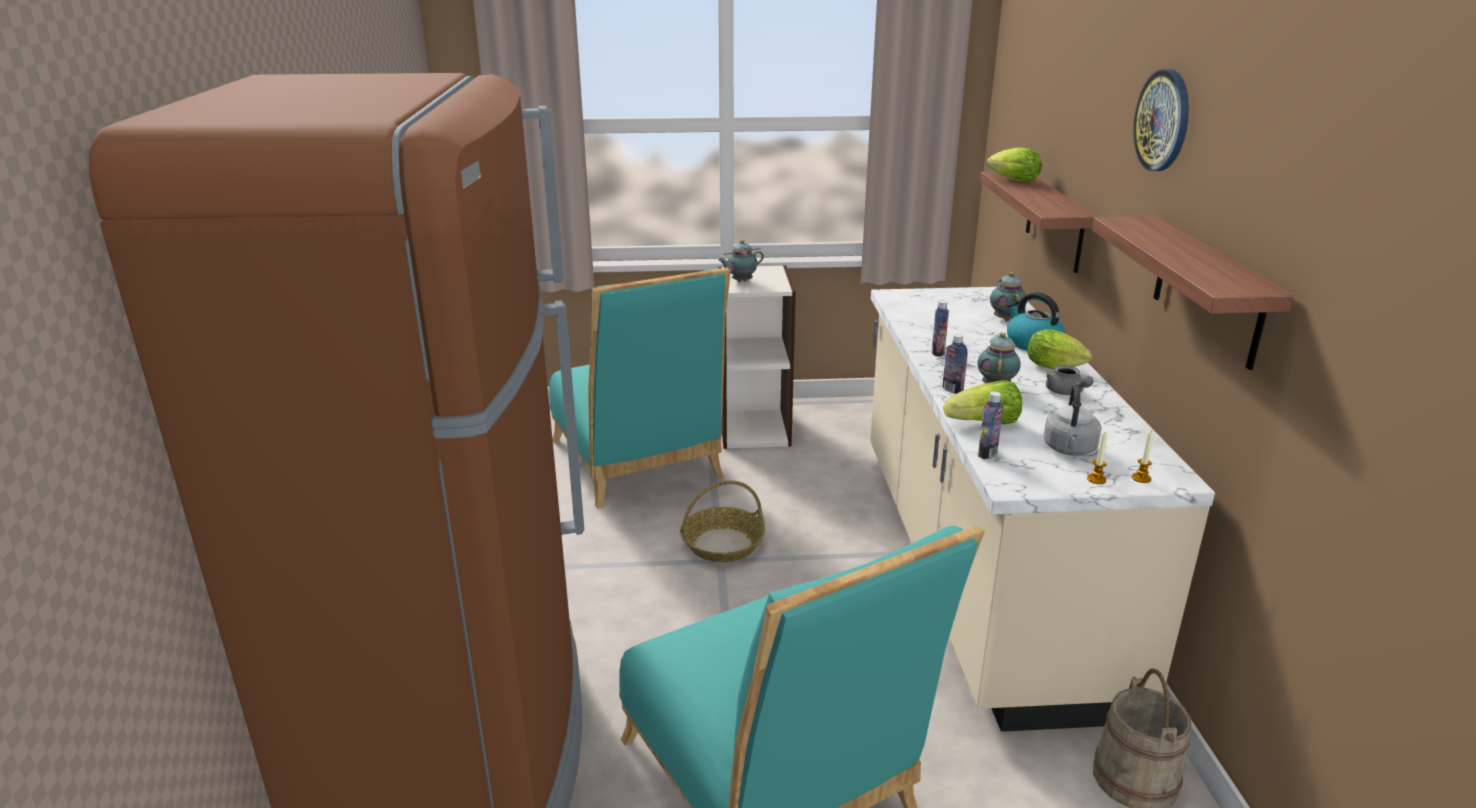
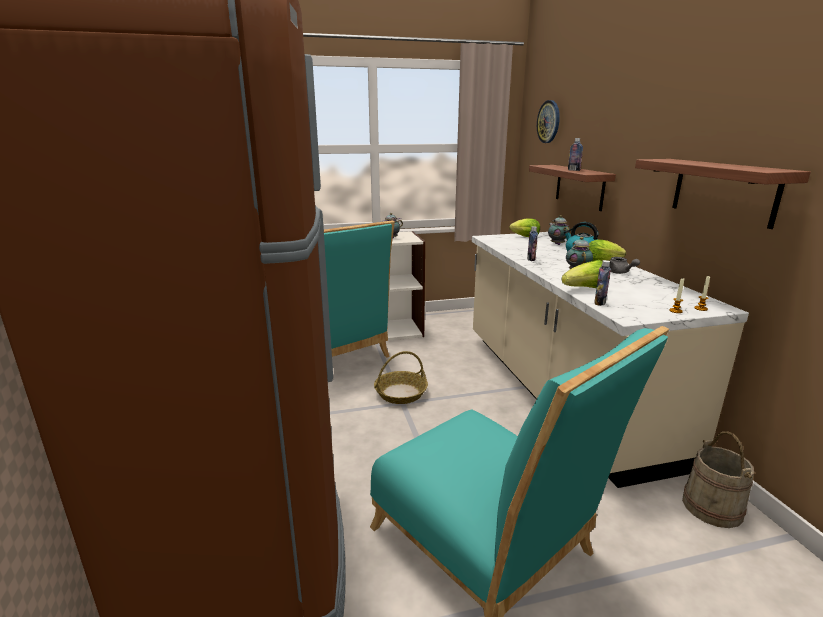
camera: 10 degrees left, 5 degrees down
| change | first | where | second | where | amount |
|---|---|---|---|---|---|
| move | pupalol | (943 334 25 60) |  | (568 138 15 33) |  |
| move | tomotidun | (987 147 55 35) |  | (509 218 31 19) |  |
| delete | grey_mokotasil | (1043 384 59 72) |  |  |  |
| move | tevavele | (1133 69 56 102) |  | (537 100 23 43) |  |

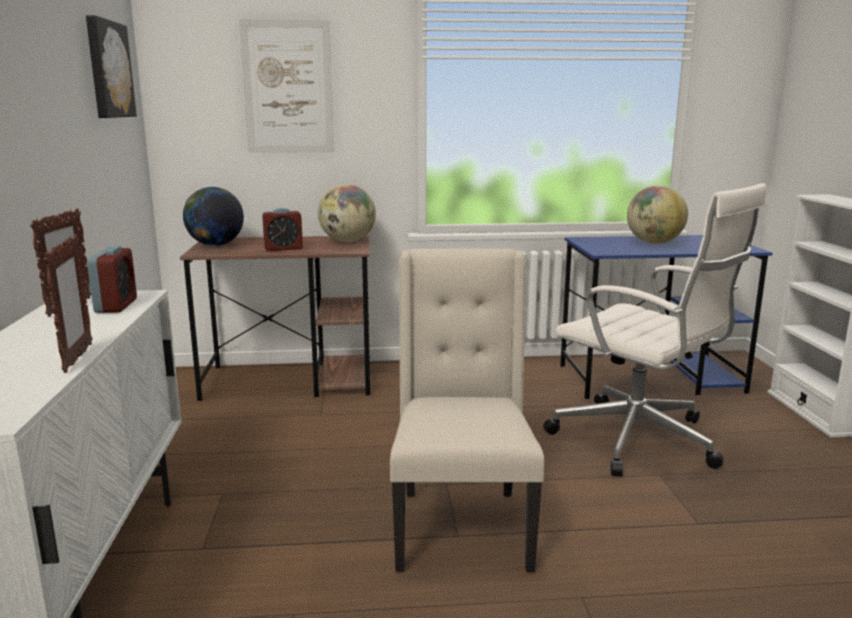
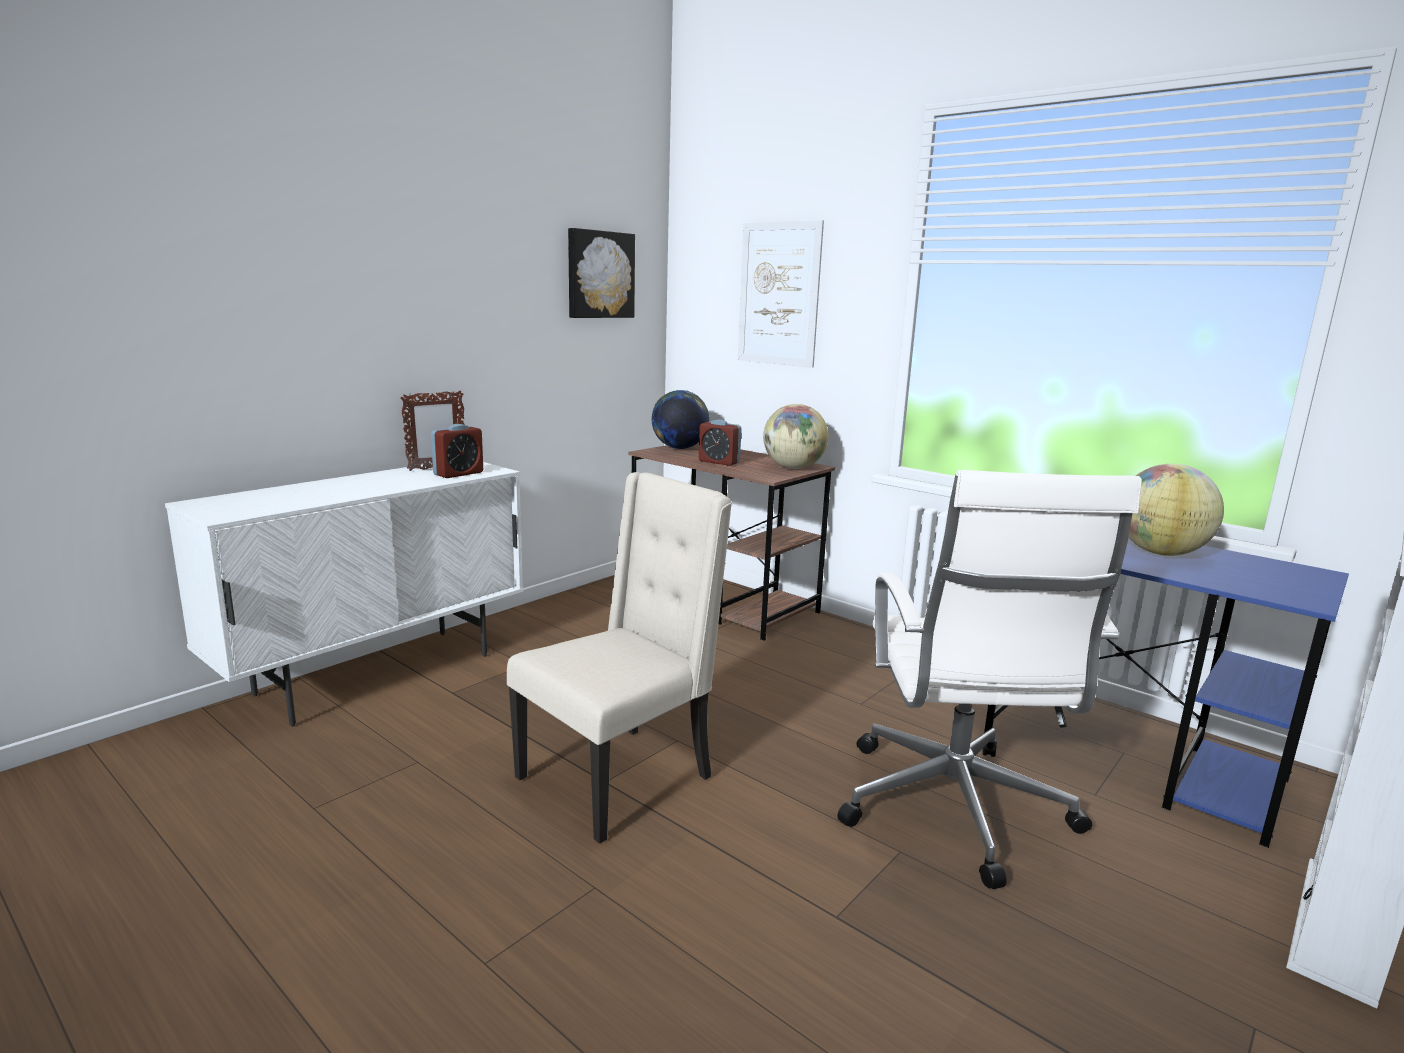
camera: 45 degrees right, 0 degrees up
| change | first | where | second | where | amount |
|---|---|---|---|---|---|
| delete | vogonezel | (44 234 48 139) |  |  |  |

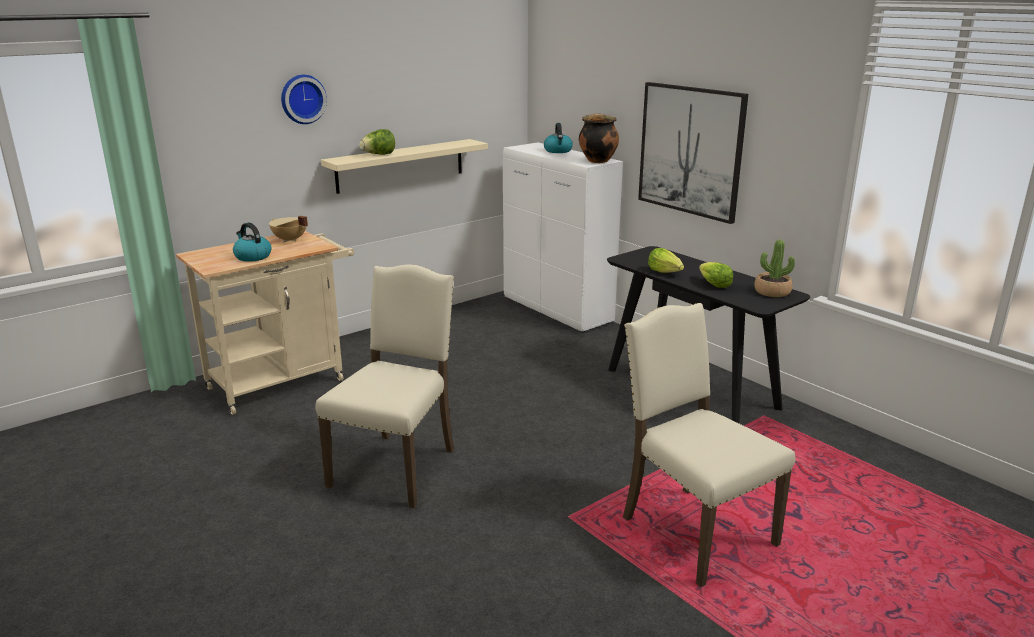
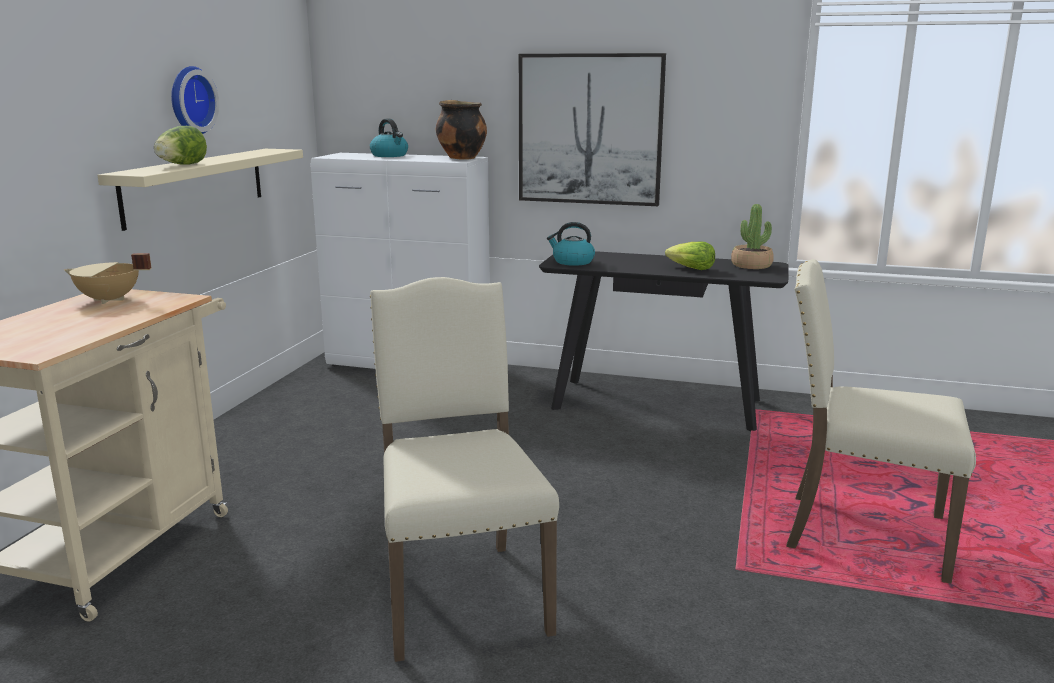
camera: 35 degrees left, 5 degrees down
| change | first | where | second | where | amount |
|---|---|---|---|---|---|
| move | mokotasil | (233 222 38 40) |  | (547 222 48 44) |  |
| move | tevavele | (281 75 46 49) |  | (171 66 48 68) |  |
| delete | tomotidun | (648 248 36 25) |  |  |  |

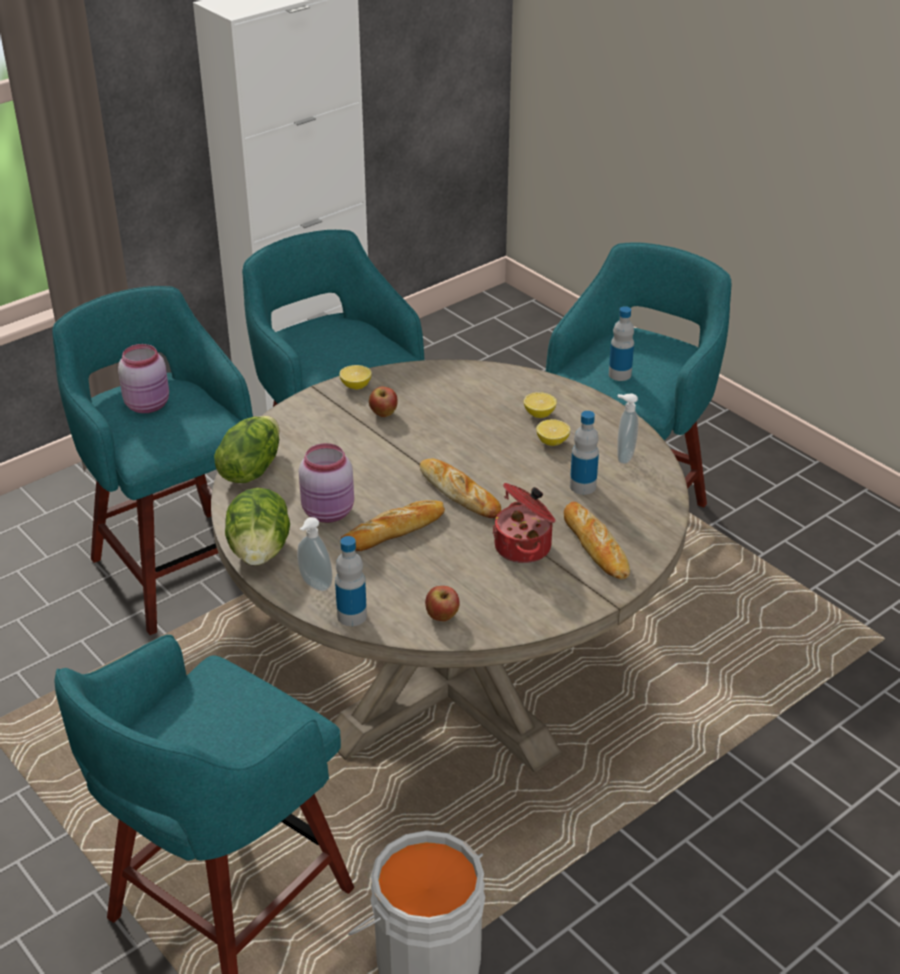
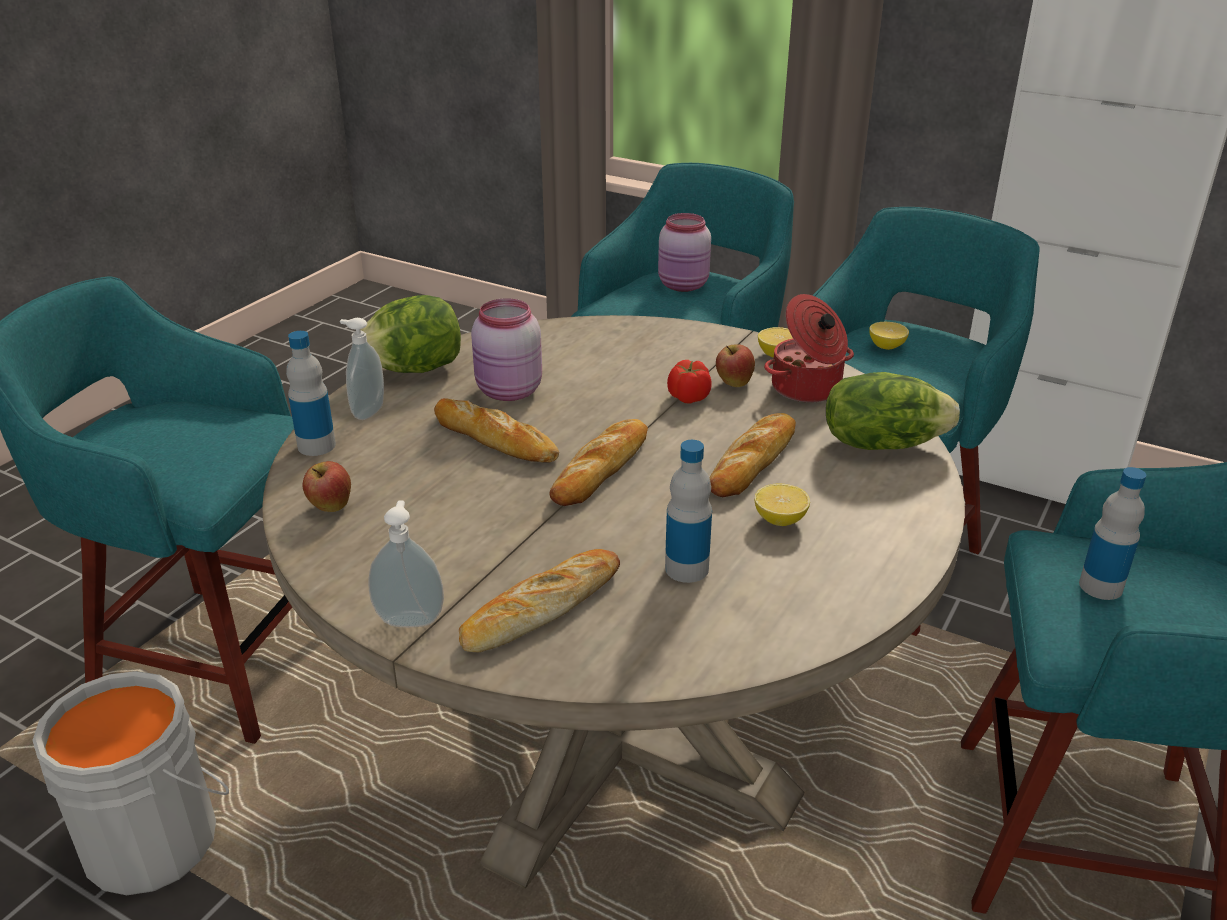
camera: 70 degrees right, 5 degrees down
| change | first | where | second | where | amount |
|---|---|---|---|---|---|
| move | tomotidun | (214 416 65 67) |  | (826 372 134 78) |  |
| move | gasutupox | (492 483 64 80) |  | (764 294 90 109) |  |
| move | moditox | (524 392 33 26) |  | (869 322 40 28) |  |
| move | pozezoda | (617 393 21 71) |  | (369 501 75 126) |  |
| insert |  |  | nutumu | (667 360 45 43) |  |
| insert |  |  | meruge | (710 413 86 84) |  |

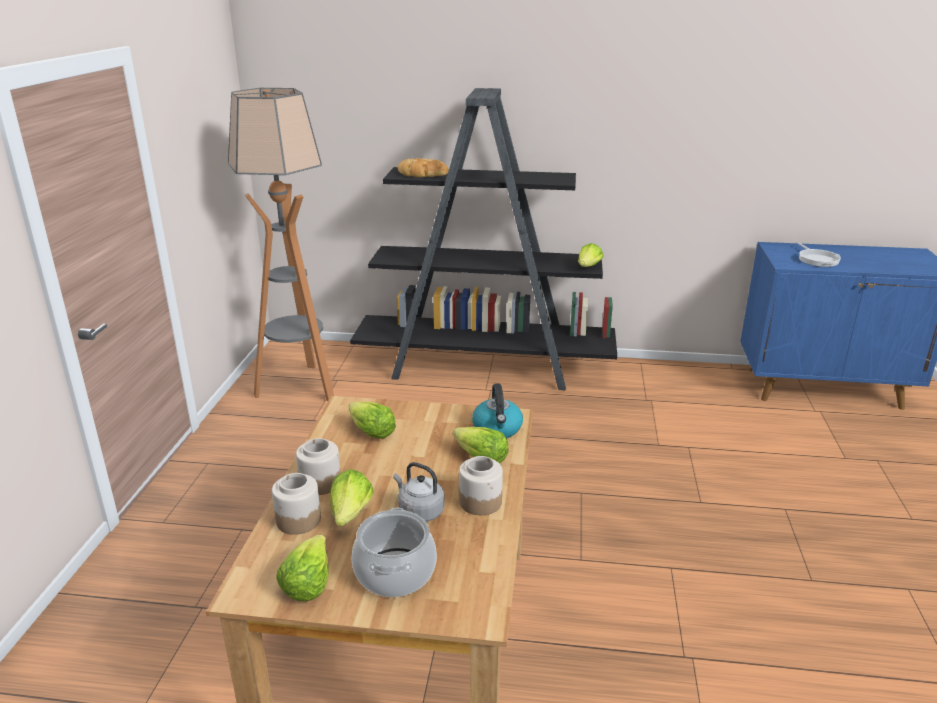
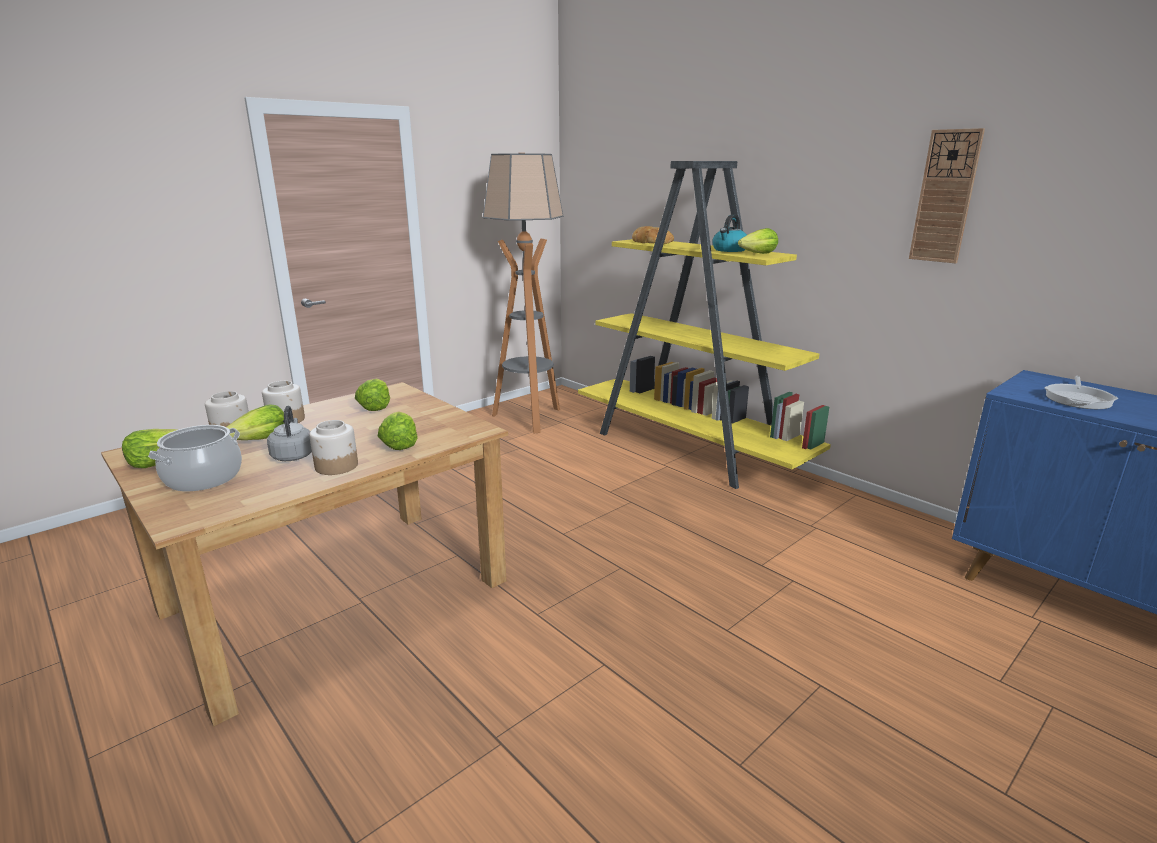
camera: 40 degrees right, 5 degrees down
| change | first | where | second | where | amount |
|---|---|---|---|---|---|
| recolor | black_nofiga | (350 88 267 302) | yellow_nofiga | (578 161 253 328) |  |
| move | mokotasil | (472 384 51 54) |  | (712 214 35 38) |  |
| move | tomotidun | (578 243 25 24) |  | (738 228 40 26) |  |
| insert |  |  | tevavele | (909 128 76 135) |  |

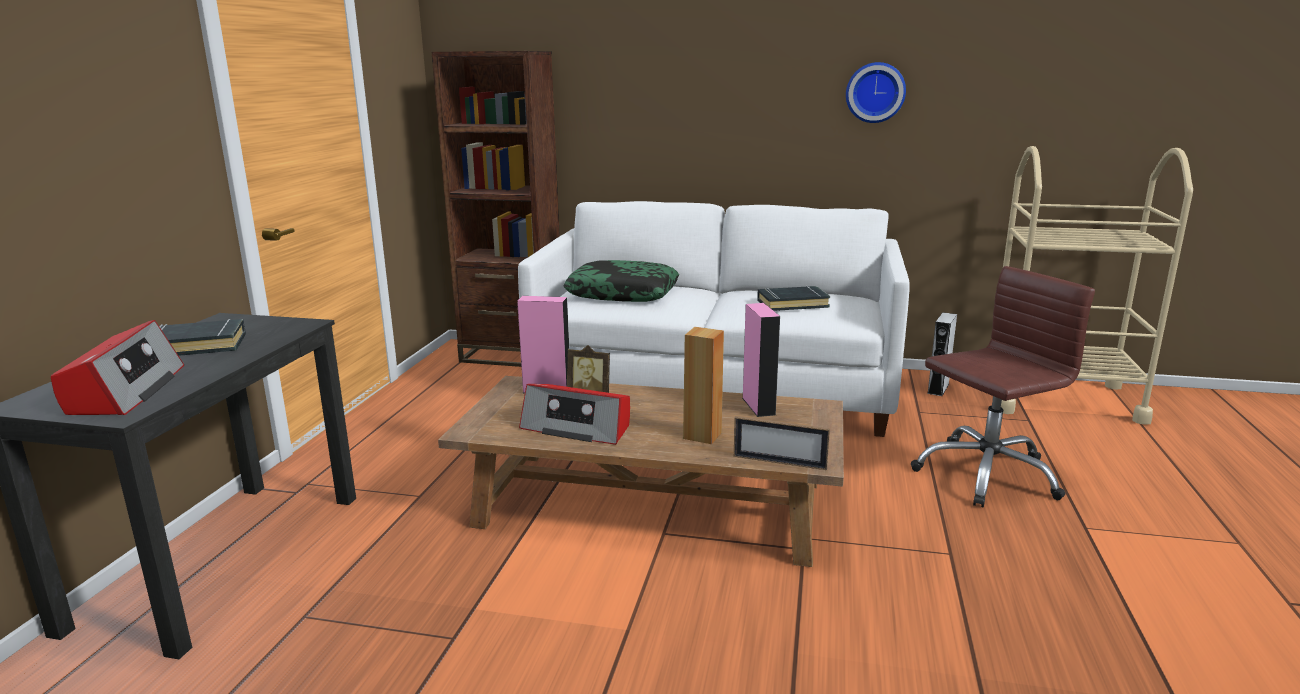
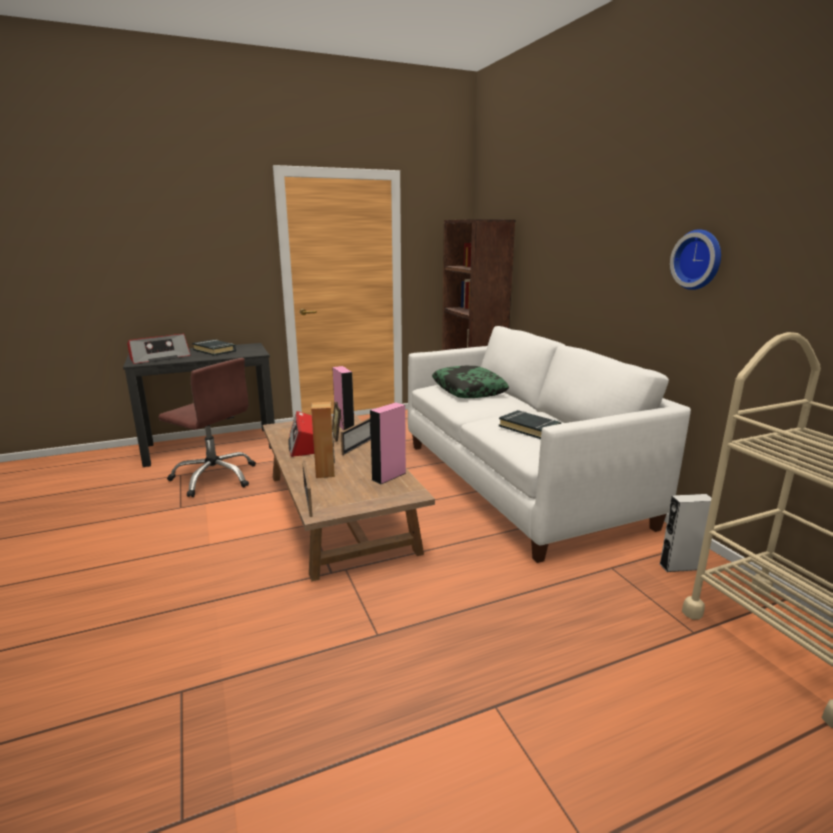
camera: 55 degrees right, 0 degrees up
| change | first | where | second | where | amount |
|---|---|---|---|---|---|
| move | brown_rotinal | (911 266 184 241) |  | (158 358 98 139) |  |
| insert |  |  | vogonezel | (341 418 30 37) |  |

